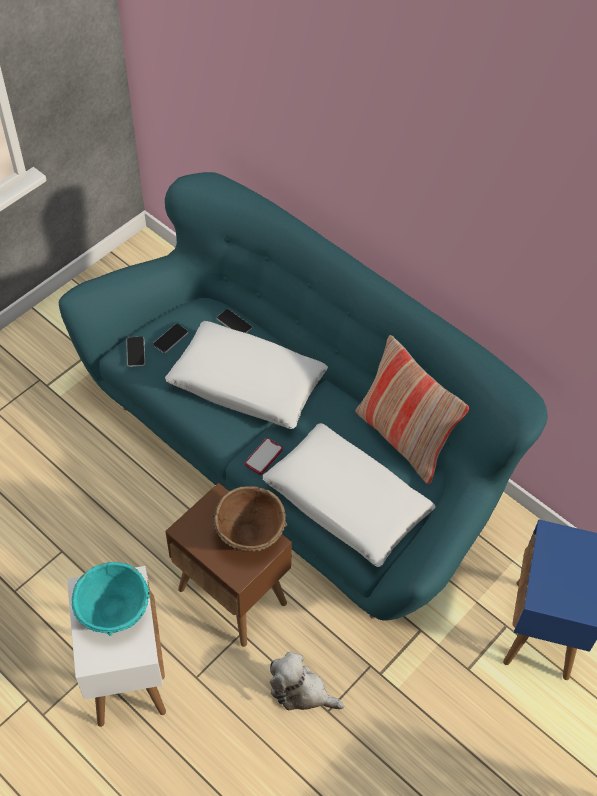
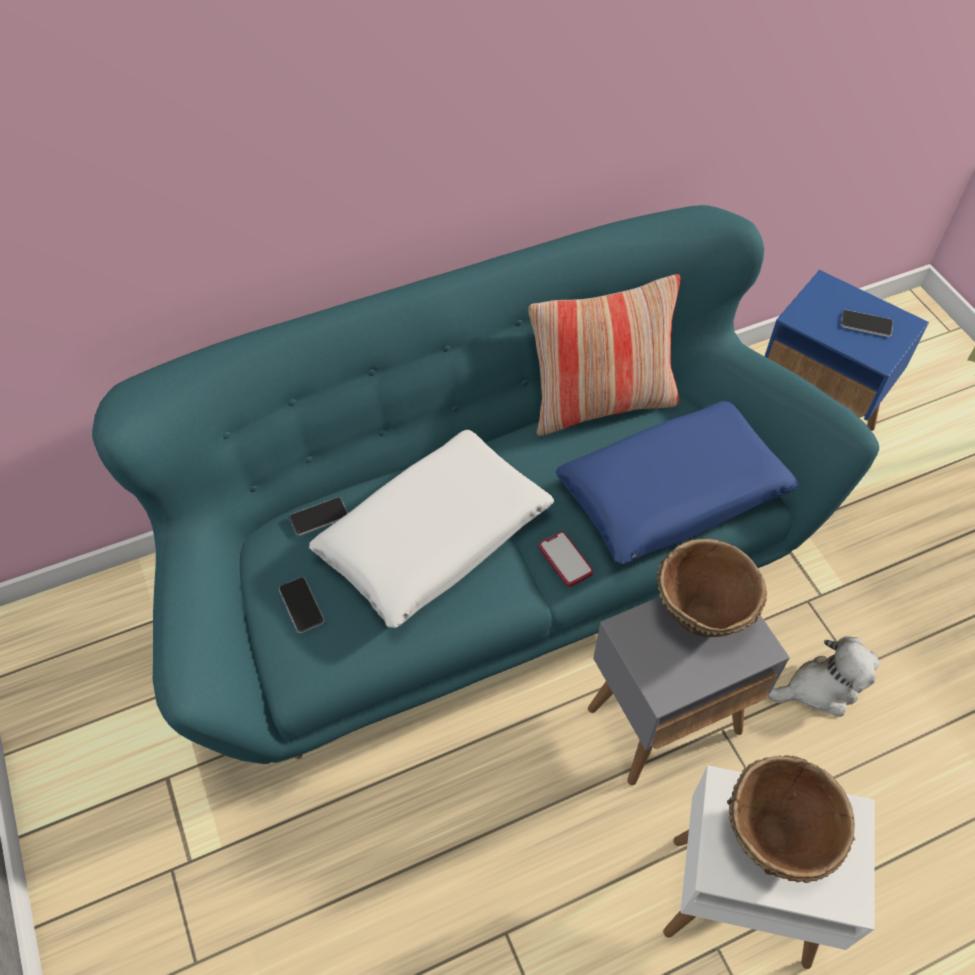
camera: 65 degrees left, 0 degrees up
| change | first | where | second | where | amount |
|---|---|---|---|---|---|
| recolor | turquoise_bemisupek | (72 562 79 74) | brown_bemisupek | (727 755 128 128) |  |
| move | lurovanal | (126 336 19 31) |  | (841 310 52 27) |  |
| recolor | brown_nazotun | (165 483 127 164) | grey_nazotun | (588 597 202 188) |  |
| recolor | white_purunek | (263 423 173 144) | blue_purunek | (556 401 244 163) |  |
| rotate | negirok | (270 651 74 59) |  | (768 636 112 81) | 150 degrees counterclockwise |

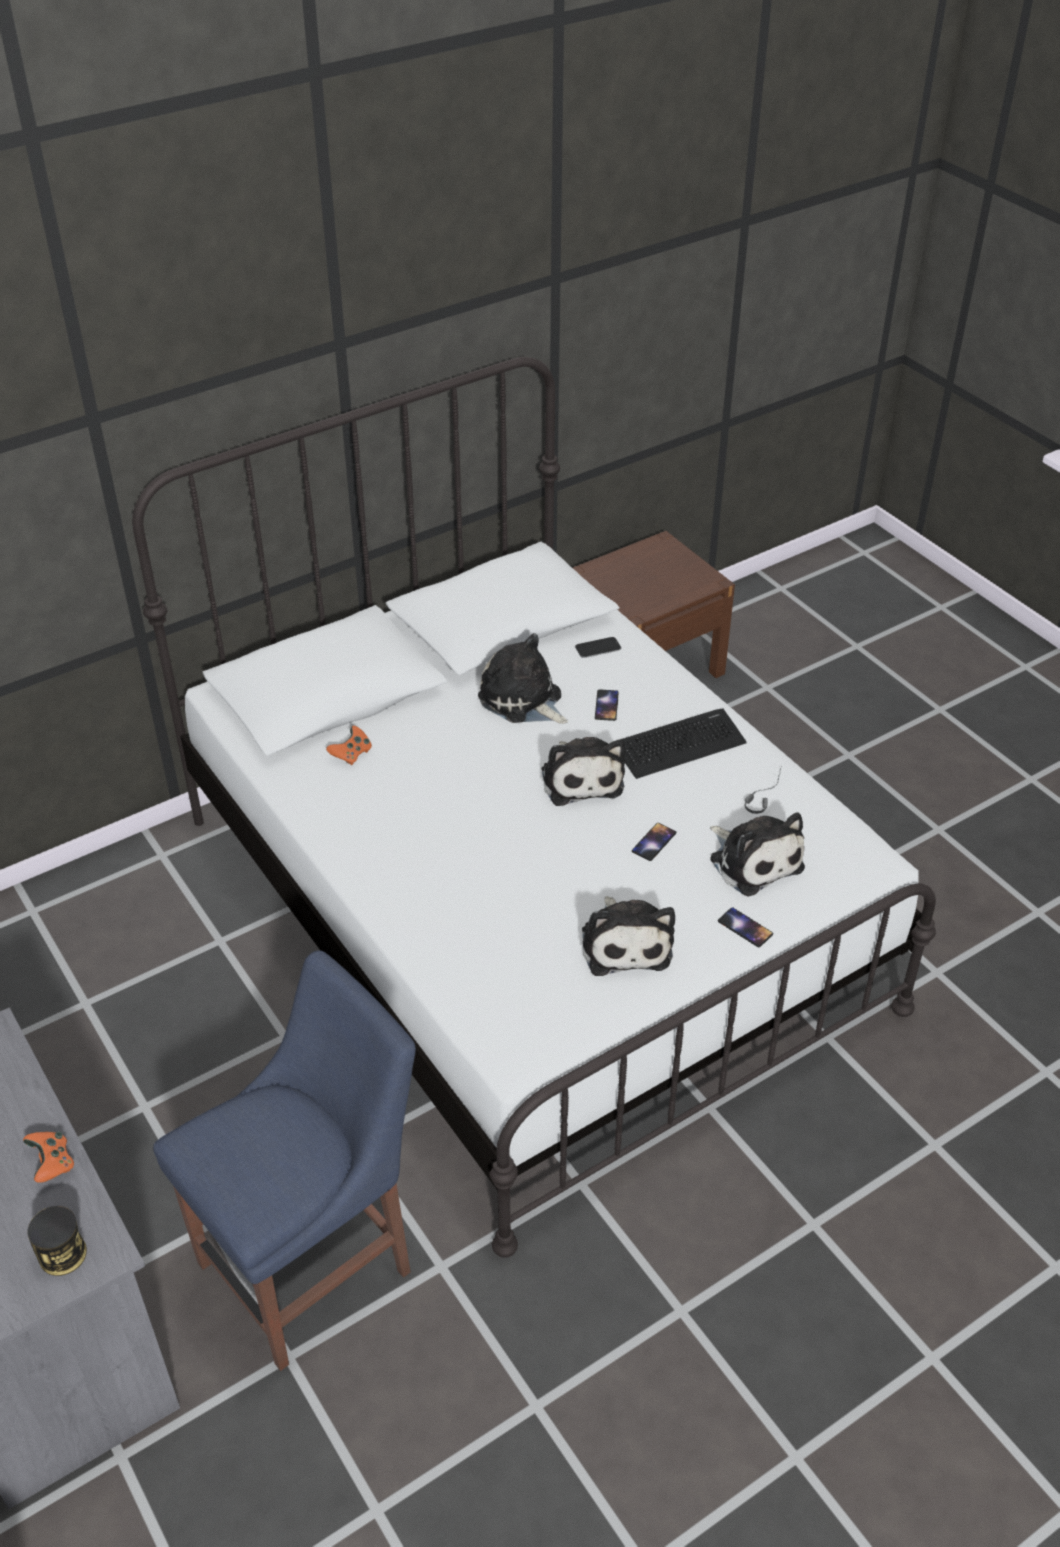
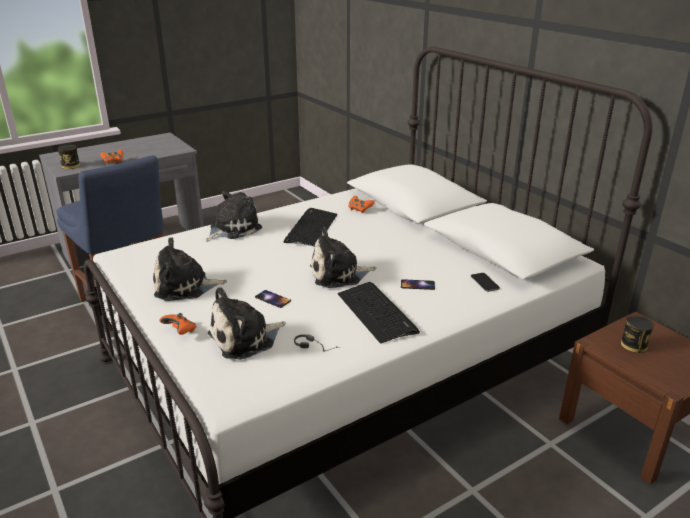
camera: 90 degrees right, 15 degrees down
| change | first | where | second | where | amount |
|---|---|---|---|---|---|
| move | negirok | (478 633 90 91) |  | (205 191 57 50) |  |
| replace | lurovanal | (718 907 55 40) | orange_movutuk | (160 313 37 22) |  |
| insert |  |  | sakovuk | (284 208 53 39) |  |
| insert |  |  | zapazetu | (621 316 33 37) |  |

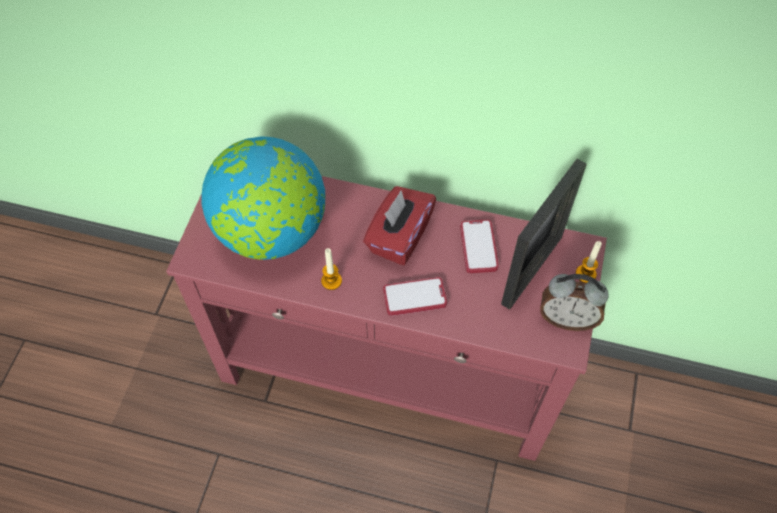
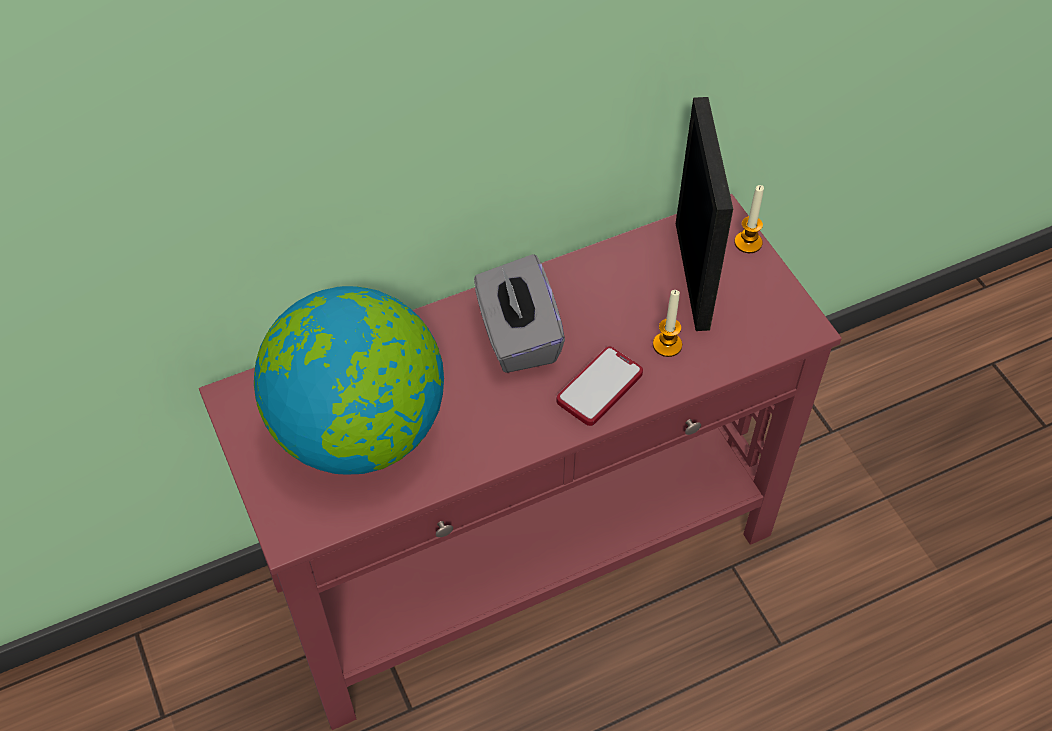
camera: 40 degrees left, 5 degrees down
| change | first | where | second | where | amount |
|---|---|---|---|---|---|
| move | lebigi | (321 248 21 42) |  | (653 290 29 67) |  |
| recolor | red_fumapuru | (363 186 73 79) | grey_fumapuru | (474 254 91 119) |  |
| delete | lurovanal | (460 220 39 53) |  |  |  |
| delete | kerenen | (540 274 68 57) |  |  |  |

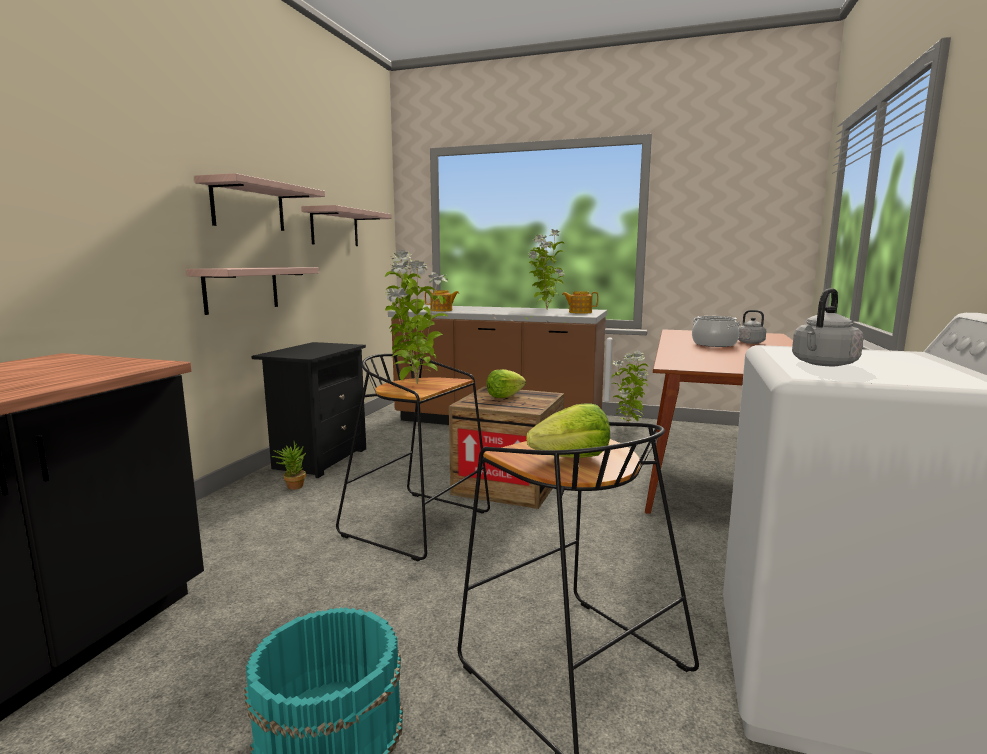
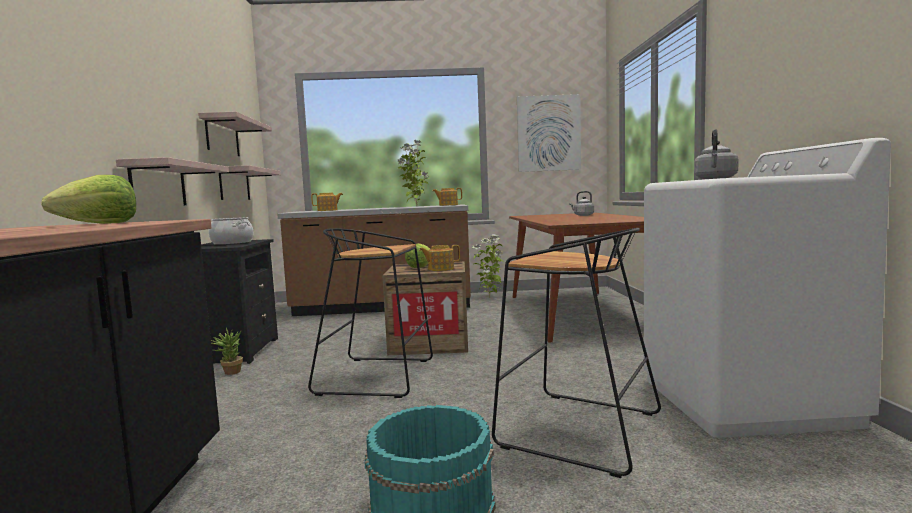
camera: 20 degrees left, 5 degrees down
| change | first | where | second | where | amount |
|---|---|---|---|---|---|
| move | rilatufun | (194 173 131 58) |  | (219 165 62 35) |  |
| delete | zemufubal | (385 250 63 134) |  |  |  |
| move | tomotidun | (526 403 84 55) |  | (41 175 95 49) |  |
| move | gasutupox | (692 316 49 31) |  | (209 217 44 28) |  |
| insert |  |  | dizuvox | (419 245 41 26) |  |
| insert |  |  | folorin | (517 94 64 78) |  |

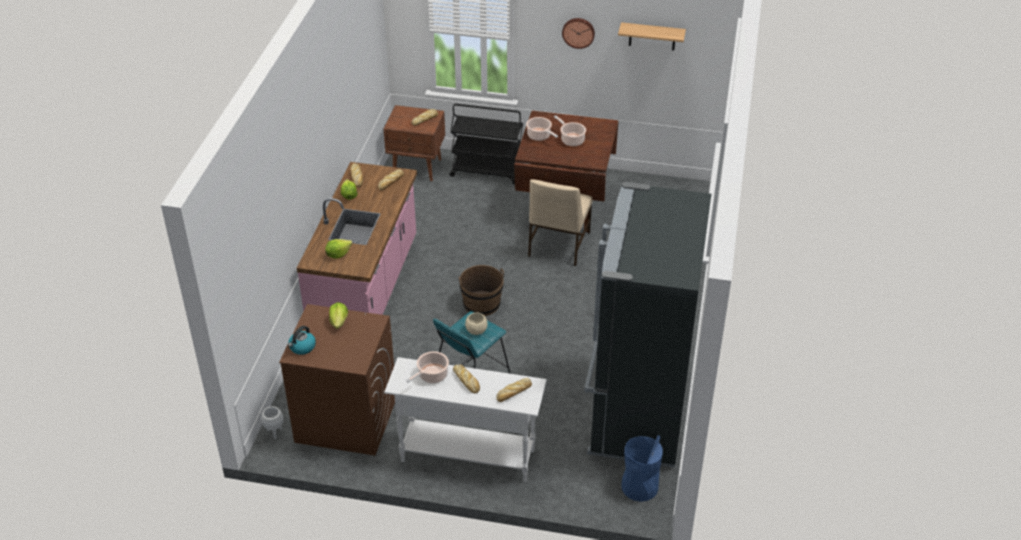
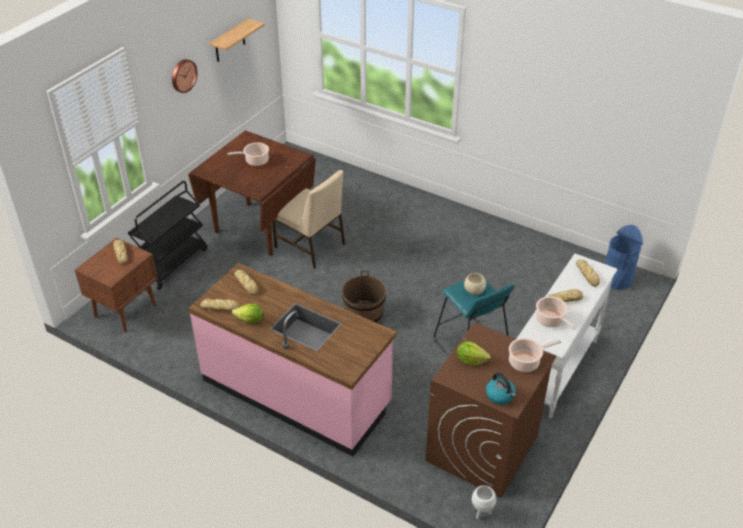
camera: 70 degrees left, 0 degrees up
| change | first | where | second | where | amount |
|---|---|---|---|---|---|
| delete | tomotidun | (325 239 27 20) |  |  |  |
| move | gasutupox | (526 117 32 24) |  | (509 338 53 34) |  |
| delete | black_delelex | (584 182 127 286) |  |  |  |

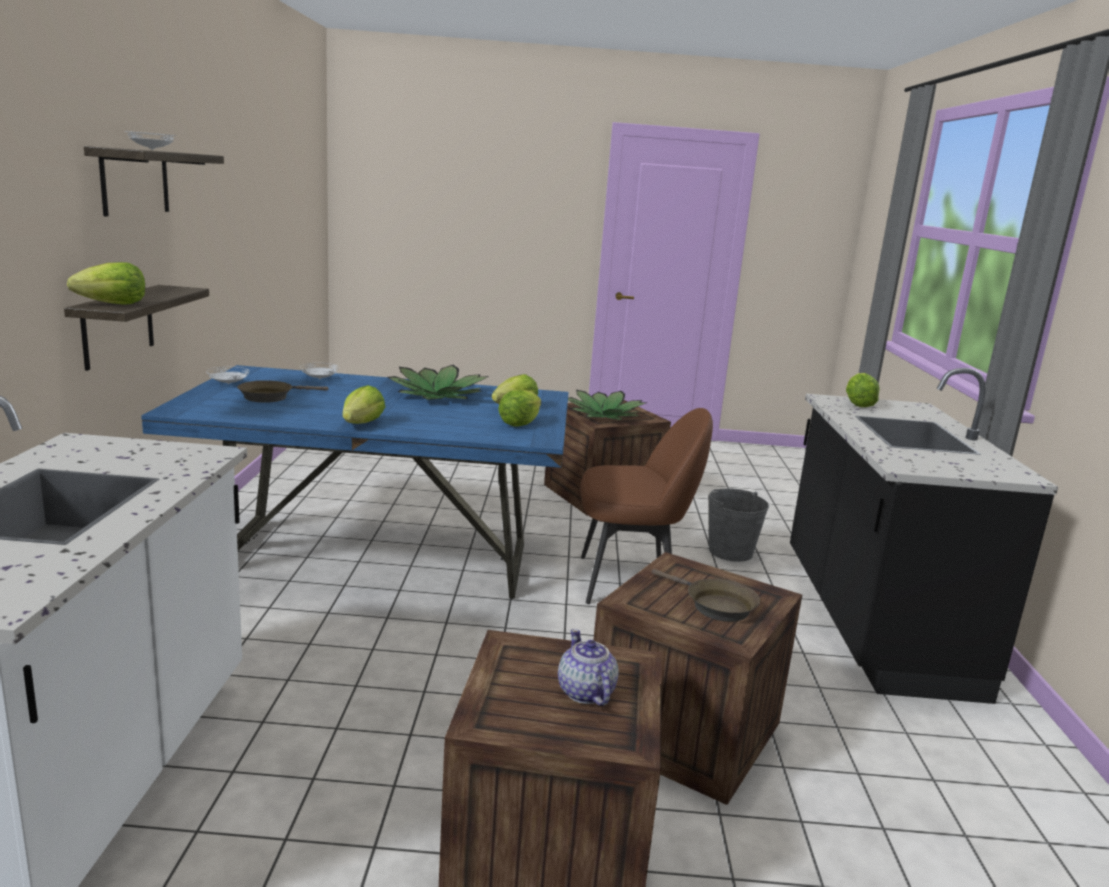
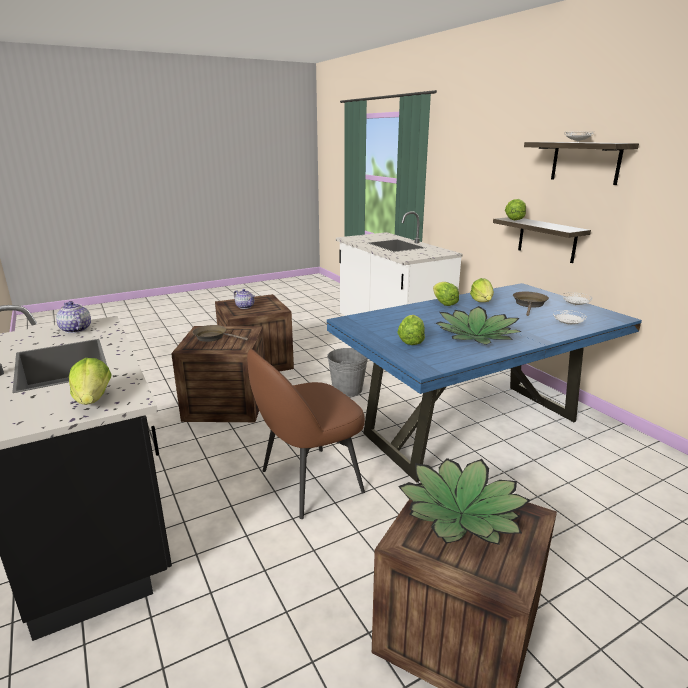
camera: 150 degrees right, 5 degrees up
| change | first | where | second | where | amount |
|---|---|---|---|---|---|
| move | tomotidun | (498 390 43 37) |  | (470 278 24 24) |  |
| move | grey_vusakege | (708 488 61 74) |  | (327 348 41 49) |  |
| insert |  |  | dizuvox | (56 301 35 32) |  |

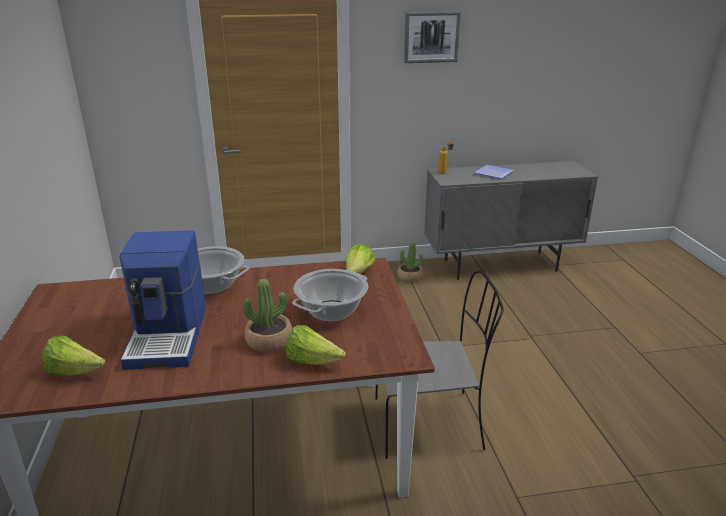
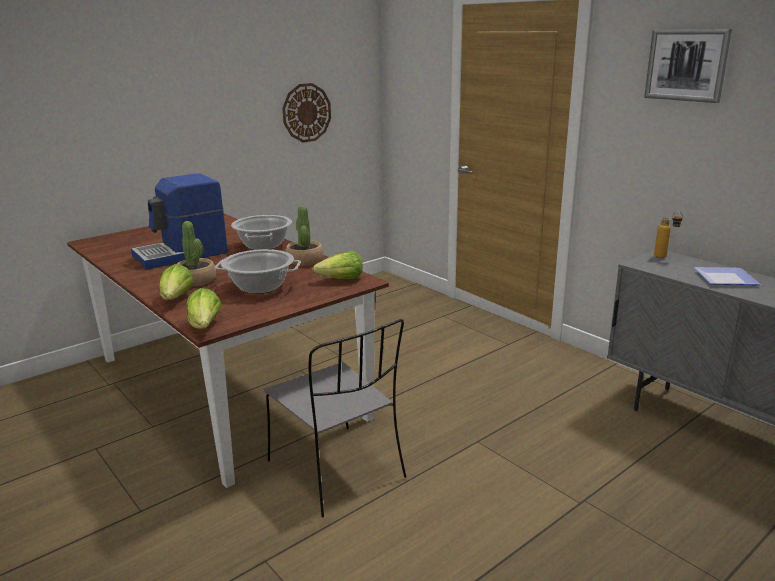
camera: 60 degrees right, 5 degrees down
| change | first | where | second | where | amount |
|---|---|---|---|---|---|
| move | tomotidun | (42 336 63 39) |  | (186 288 36 41) |  |
| move | zemufubal | (397 242 26 40) |  | (285 205 38 61) |  |
| insert |  |  | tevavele | (282 83 49 60) |  |

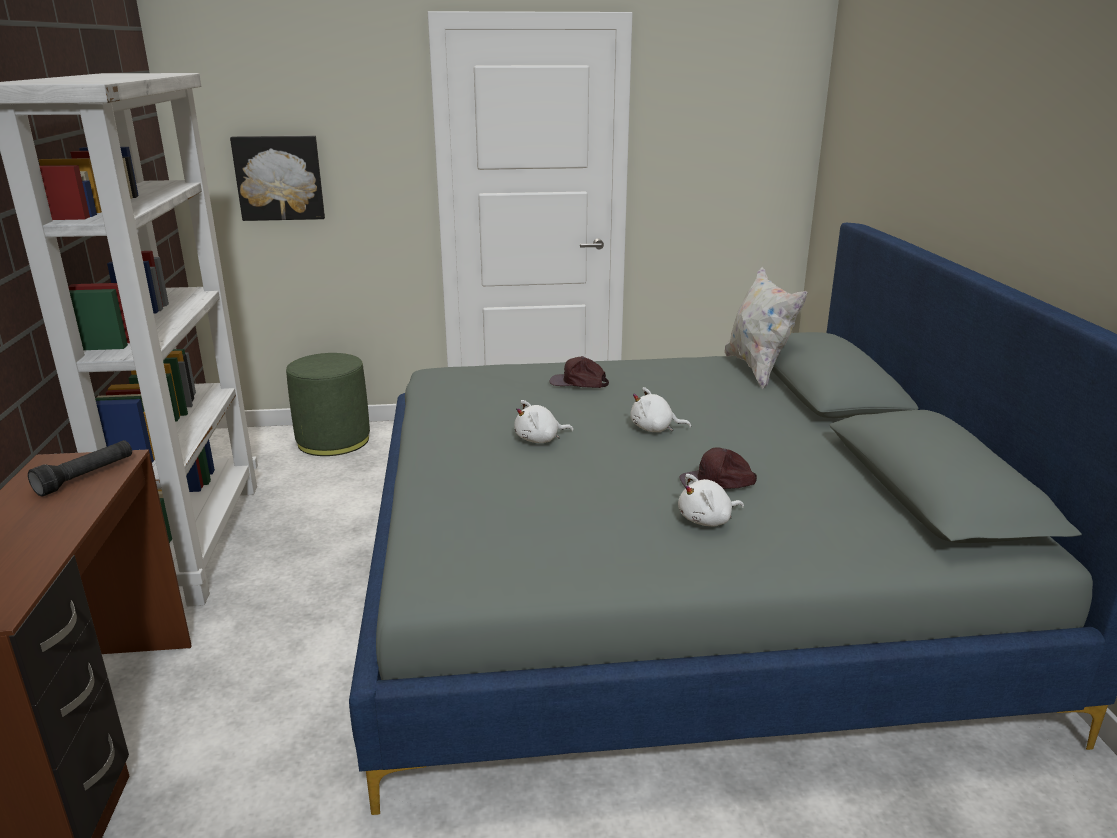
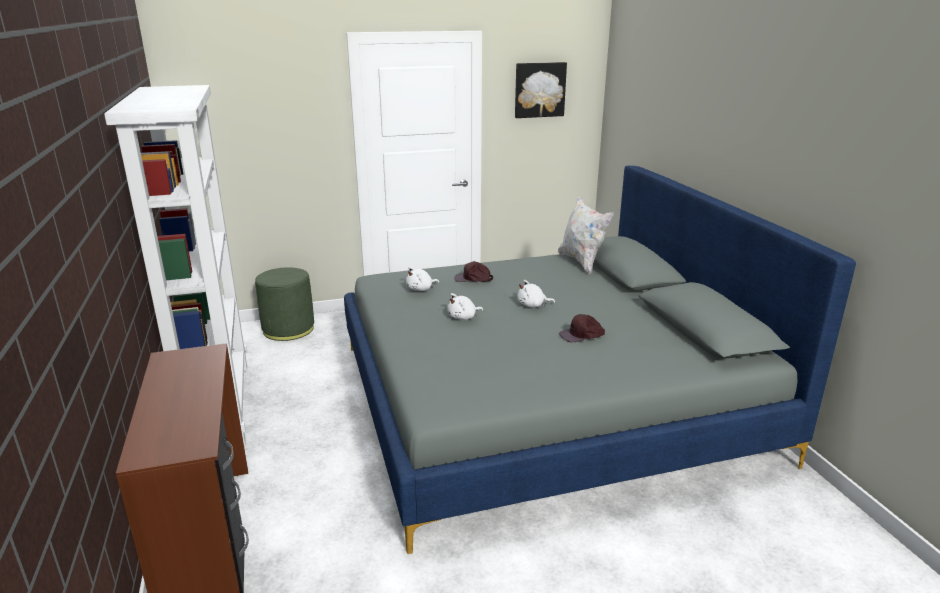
camera: 10 degrees left, 0 degrees up
| change | first | where | second | where | amount |
|---|---|---|---|---|---|
| delete | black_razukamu | (28 440 104 57) |  |  |  |
| move | folorin | (230 136 95 85) |  | (515 62 52 56) |  |
| move | white_negirok | (678 474 66 52) |  | (406 267 33 24) |  |

